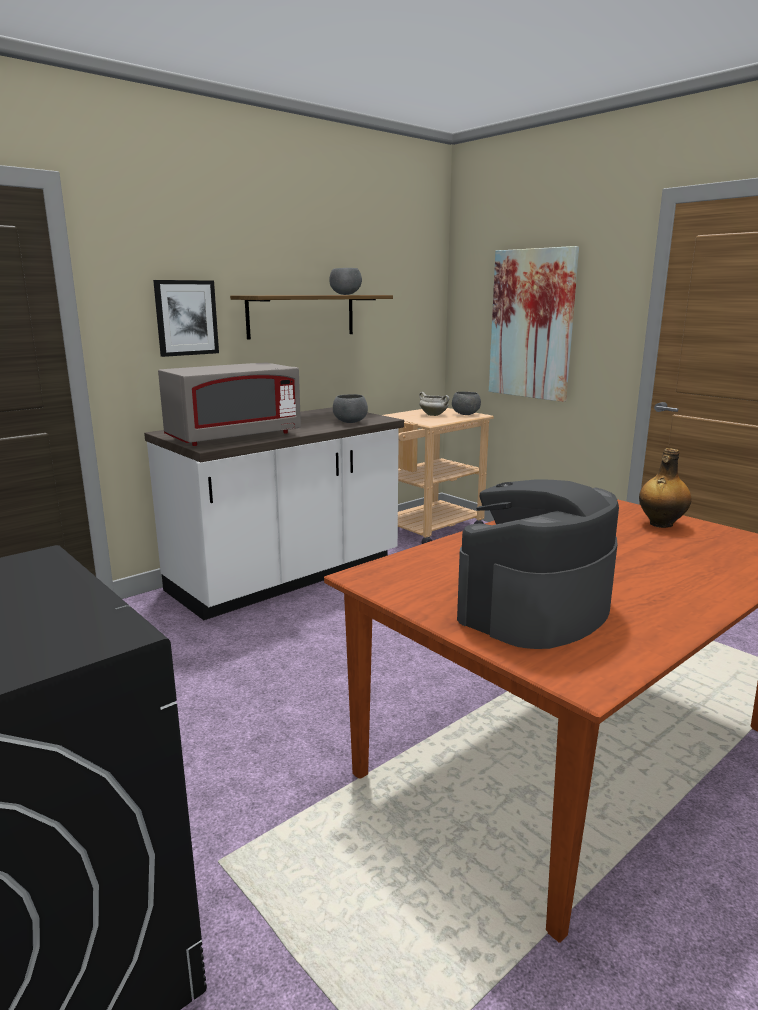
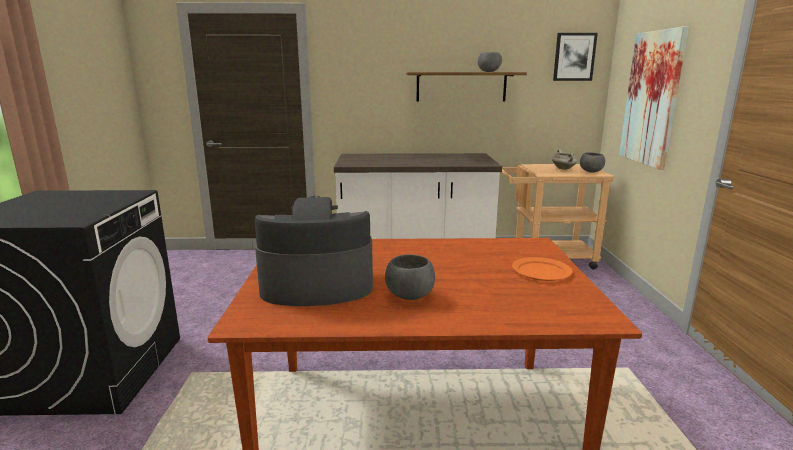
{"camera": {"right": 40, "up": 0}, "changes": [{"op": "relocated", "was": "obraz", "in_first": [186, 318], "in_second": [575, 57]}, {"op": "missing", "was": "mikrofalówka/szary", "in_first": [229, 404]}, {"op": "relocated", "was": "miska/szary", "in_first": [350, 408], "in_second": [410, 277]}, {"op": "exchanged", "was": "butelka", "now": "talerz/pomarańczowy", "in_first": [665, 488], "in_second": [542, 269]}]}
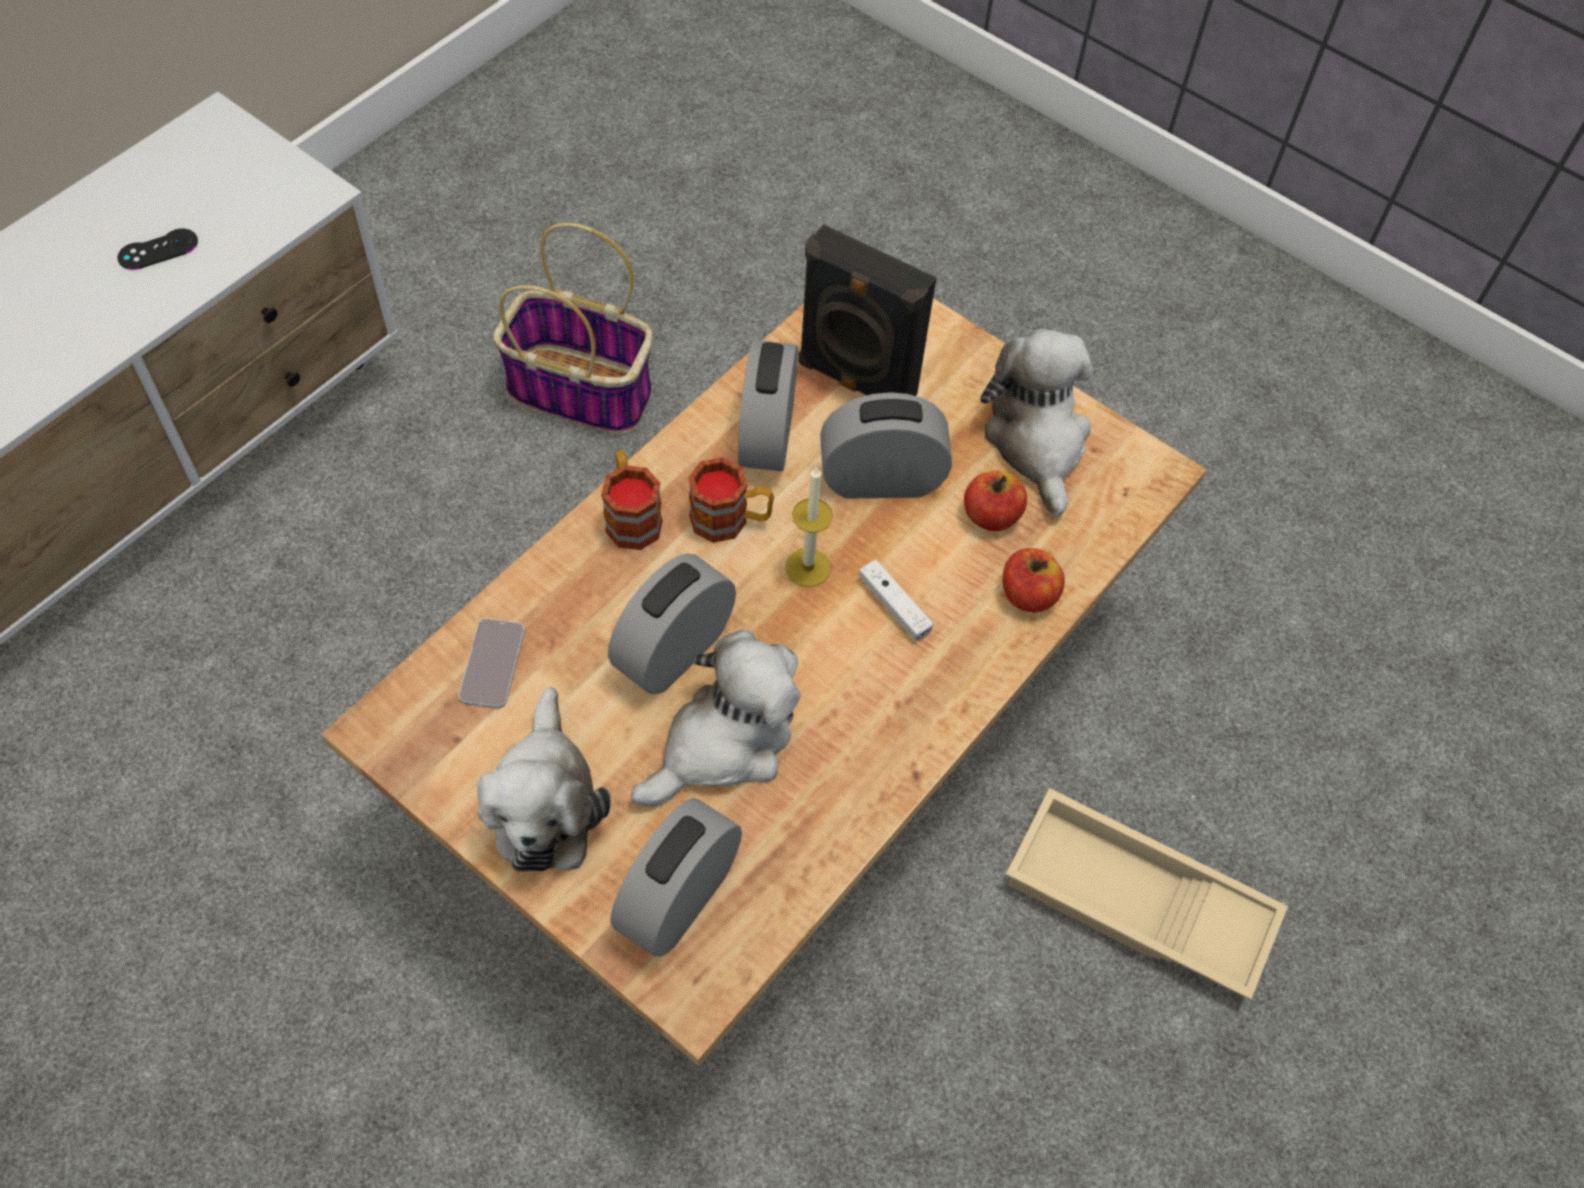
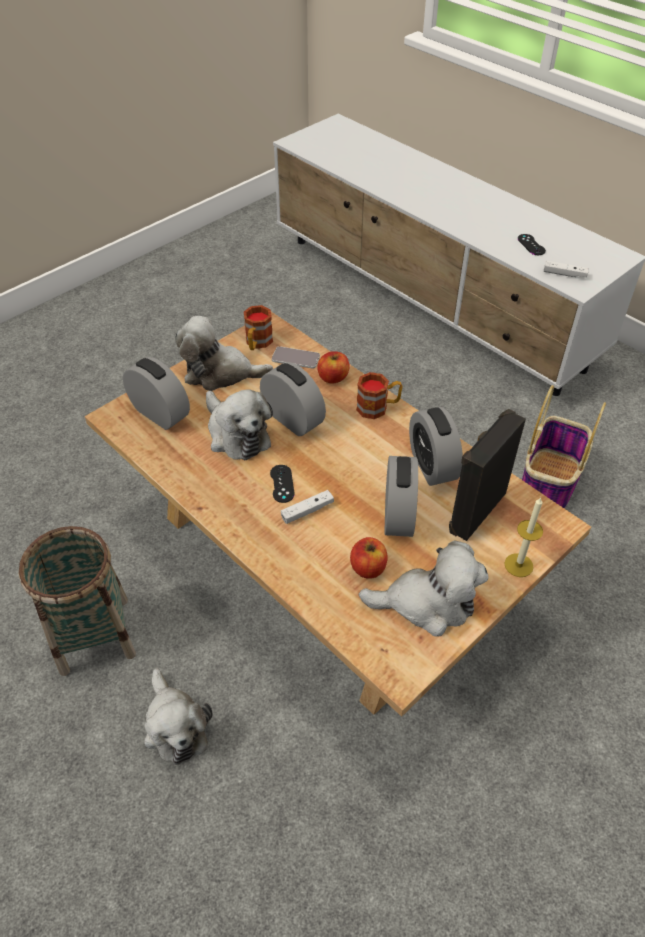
{"camera": {"right": 100, "up": -10}, "changes": [{"op": "relocated", "was": "kubek", "in_first": [731, 500], "in_second": [258, 327]}, {"op": "spun", "was": "budzik", "in_first": [768, 405], "in_second": [436, 446], "clockwise": -120}, {"op": "relocated", "was": "świeca", "in_first": [809, 526], "in_second": [523, 537]}, {"op": "relocated", "was": "jabłko", "in_first": [1033, 580], "in_second": [333, 367]}, {"op": "exchanged", "was": "taca/beżowy", "now": "pluszak", "in_first": [1147, 894], "in_second": [178, 716]}, {"op": "appeared", "now": "koszyk", "in_second": [77, 601]}, {"op": "appeared", "now": "pad do gier/czarny", "in_second": [282, 484]}, {"op": "appeared", "now": "pad do gier/biały", "in_second": [566, 269]}]}
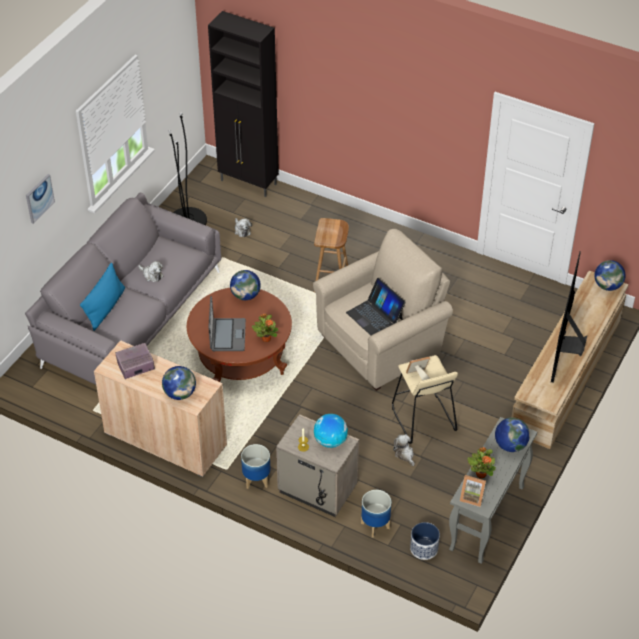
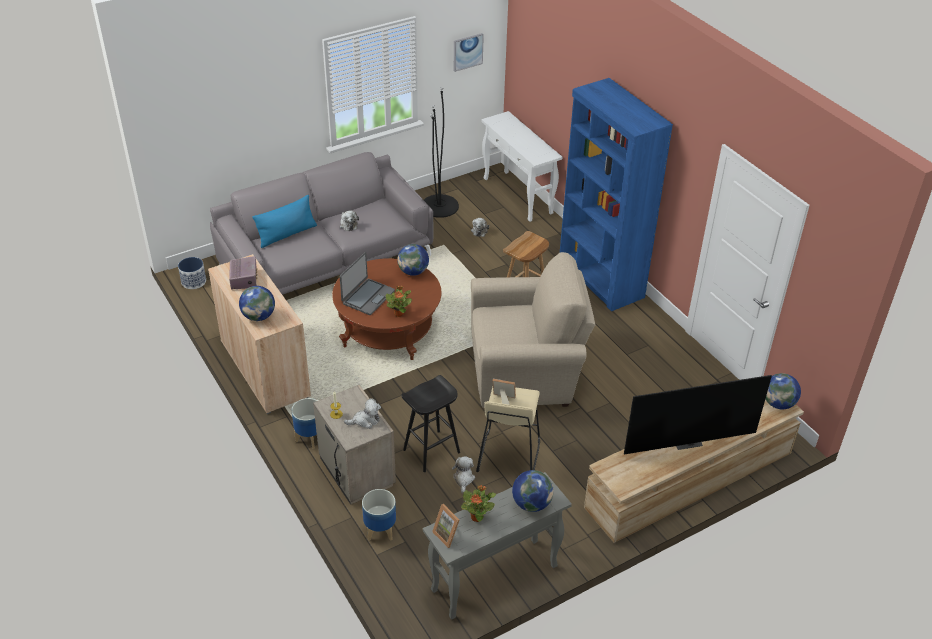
{"camera": {"right": 30, "up": -5}, "changes": [{"op": "relocated", "was": "obraz", "in_first": [40, 199], "in_second": [469, 52]}, {"op": "spun", "was": "radio", "in_first": [135, 361], "in_second": [243, 273], "clockwise": 75}, {"op": "exchanged", "was": "szafka/czarny", "now": "stolik konsolowy/biały", "in_first": [243, 104], "in_second": [521, 166]}, {"op": "exchanged", "was": "globus", "now": "pluszak", "in_first": [331, 431], "in_second": [362, 413]}, {"op": "missing", "was": "laptop", "in_first": [376, 306]}, {"op": "relocated", "was": "donica", "in_first": [425, 541], "in_second": [192, 273]}, {"op": "spun", "was": "telewizor", "in_first": [569, 317], "in_second": [698, 415], "clockwise": -150}, {"op": "appeared", "now": "stołek/czarny", "in_second": [430, 423]}, {"op": "appeared", "now": "regał/niebieski", "in_second": [616, 194]}]}
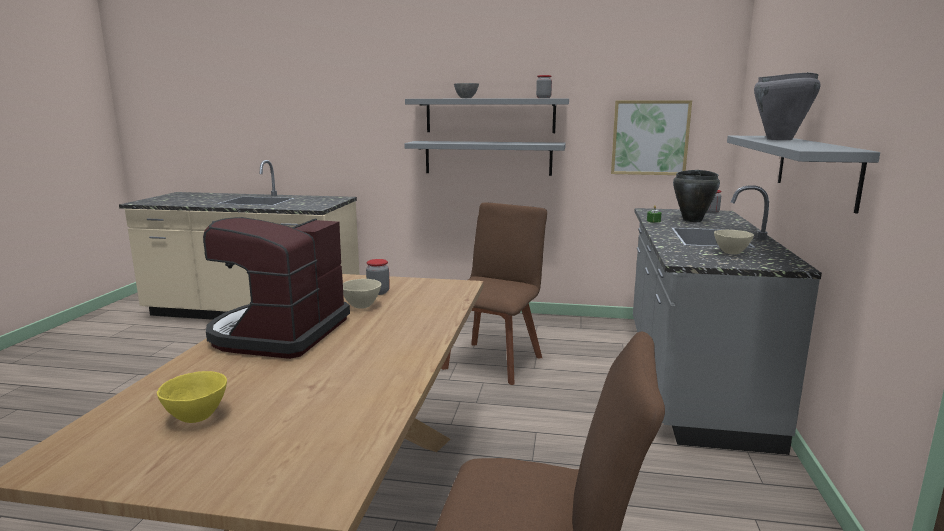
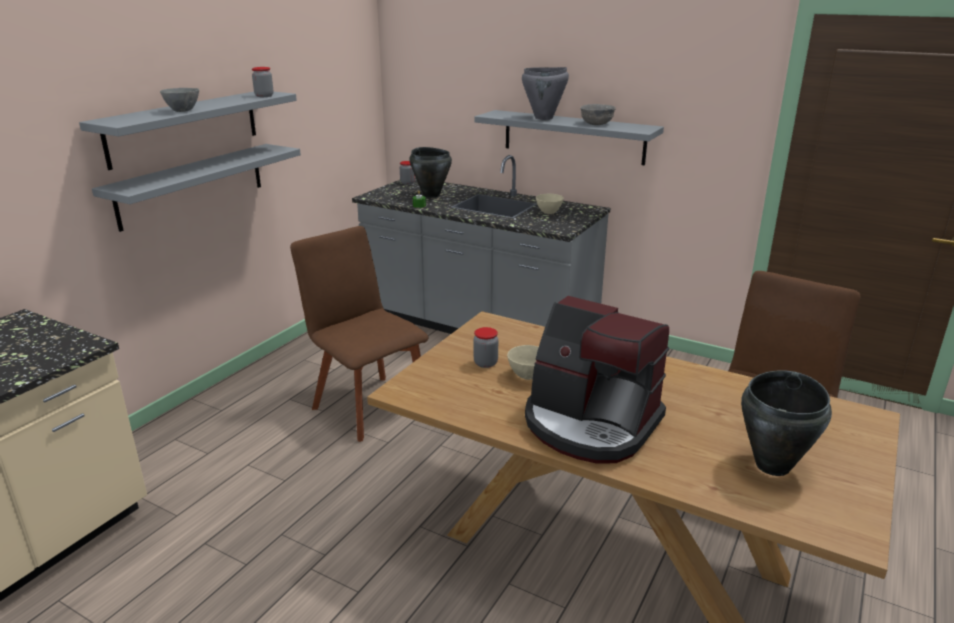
{"camera": {"right": -70, "up": 10}, "changes": [{"op": "exchanged", "was": "miska/żółty", "now": "garnek/czarny", "in_first": [192, 397], "in_second": [786, 423]}, {"op": "missing", "was": "obraz", "in_first": [651, 137]}, {"op": "appeared", "now": "miska/szary", "in_second": [598, 114]}]}
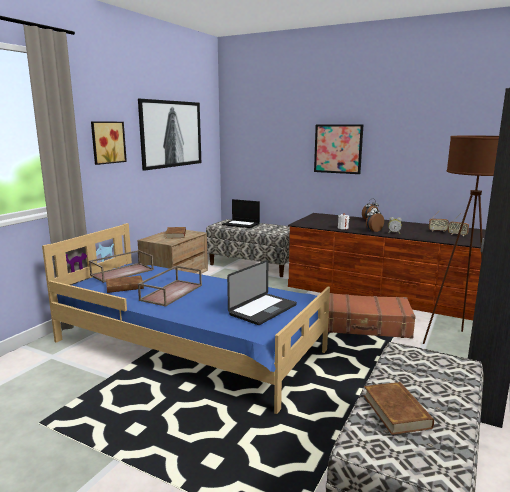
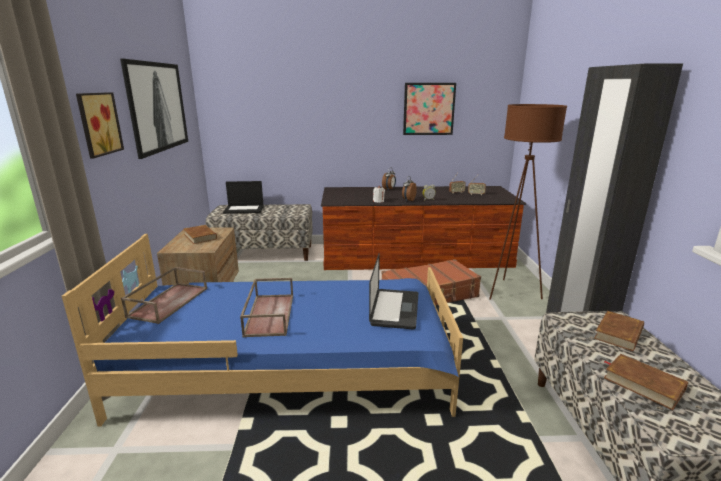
{"camera": {"right": -30, "up": 5}, "changes": [{"op": "relocated", "was": "książka/brązowy", "in_first": [125, 284], "in_second": [619, 331]}, {"op": "relocated", "was": "obraz", "in_first": [338, 149], "in_second": [429, 109]}]}
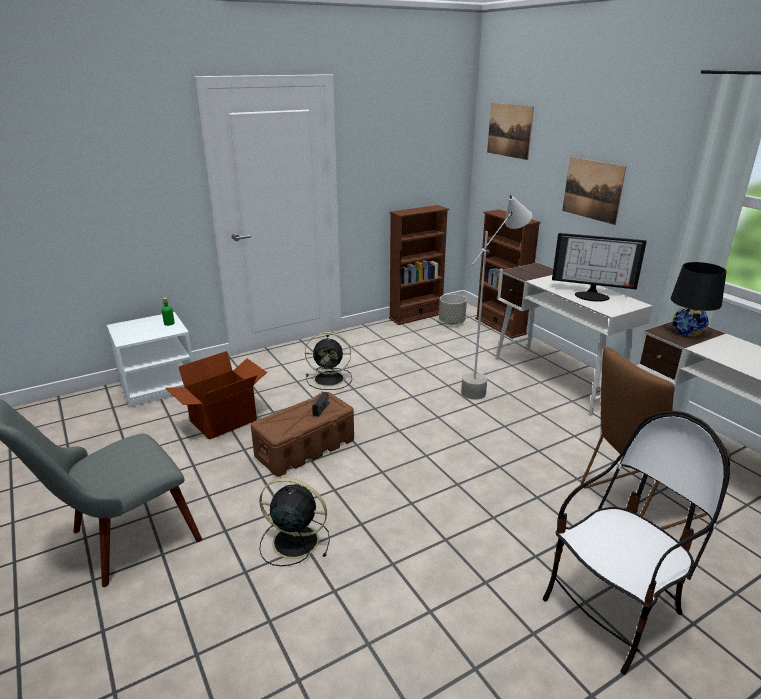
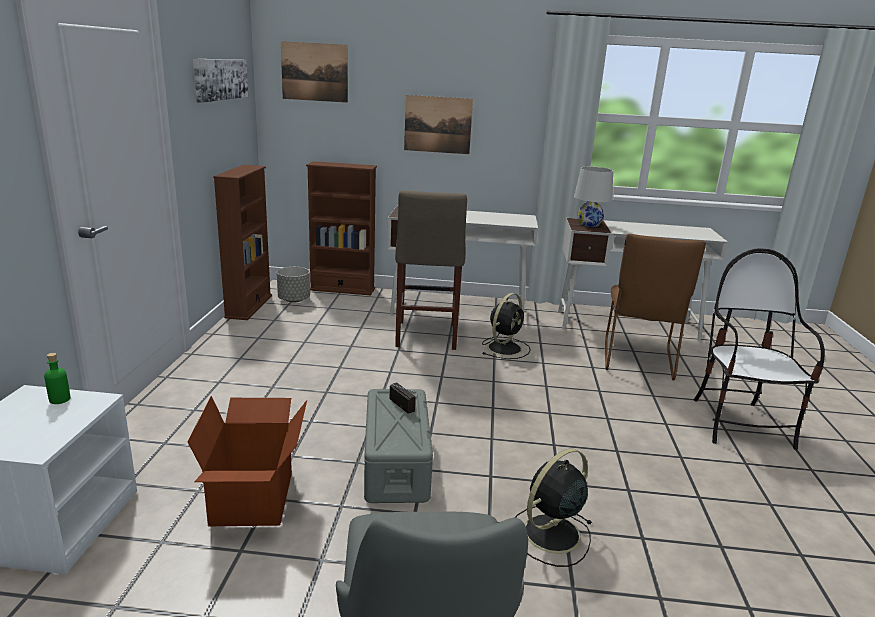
{"camera": {"right": -55, "up": -5}, "changes": [{"op": "colour", "was": "pojemnik do przechowywania/brązowy", "now": "pojemnik do przechowywania/szary", "in_first": [302, 434], "in_second": [398, 446]}, {"op": "relocated", "was": "wentylator/czarny", "in_first": [328, 361], "in_second": [506, 326]}, {"op": "exchanged", "was": "lampa stojąca/szary", "now": "stołek/beżowy", "in_first": [496, 297], "in_second": [431, 270]}, {"op": "missing", "was": "monitor", "in_first": [599, 267]}, {"op": "colour", "was": "lampa stołowa/czarny", "now": "lampa stołowa/biały", "in_first": [699, 299], "in_second": [593, 197]}, {"op": "appeared", "now": "obraz", "in_second": [220, 81]}]}
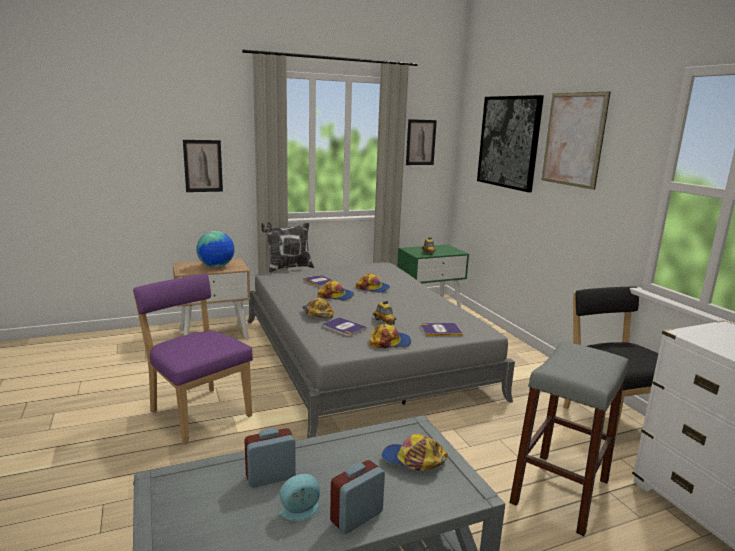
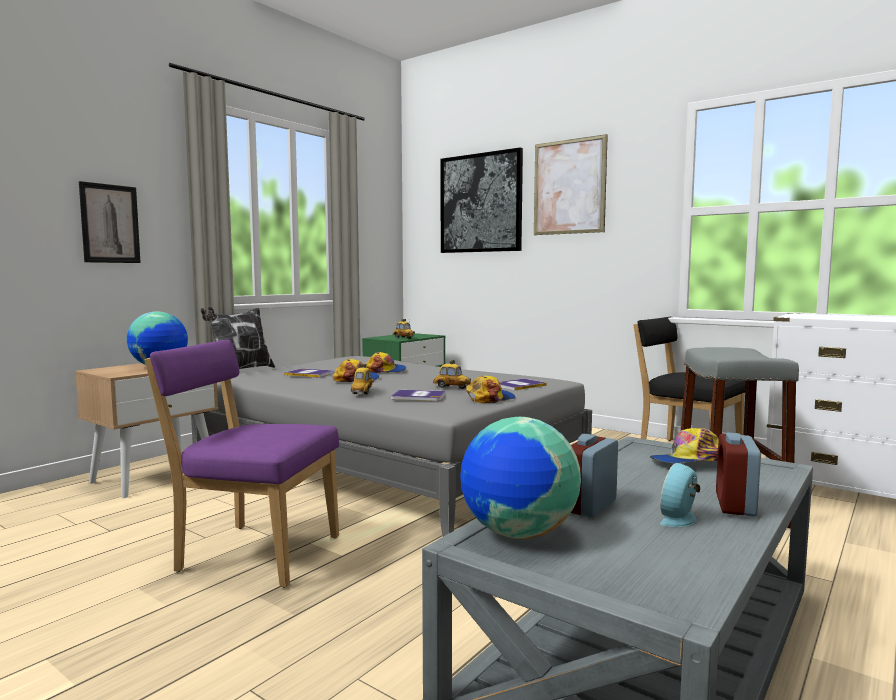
{"camera": {"right": -30, "up": -10}, "changes": [{"op": "exchanged", "was": "czapka z daszkiem", "now": "samochodzik", "in_first": [318, 308], "in_second": [362, 379]}, {"op": "missing", "was": "obraz", "in_first": [421, 142]}, {"op": "appeared", "now": "globus", "in_second": [520, 478]}]}
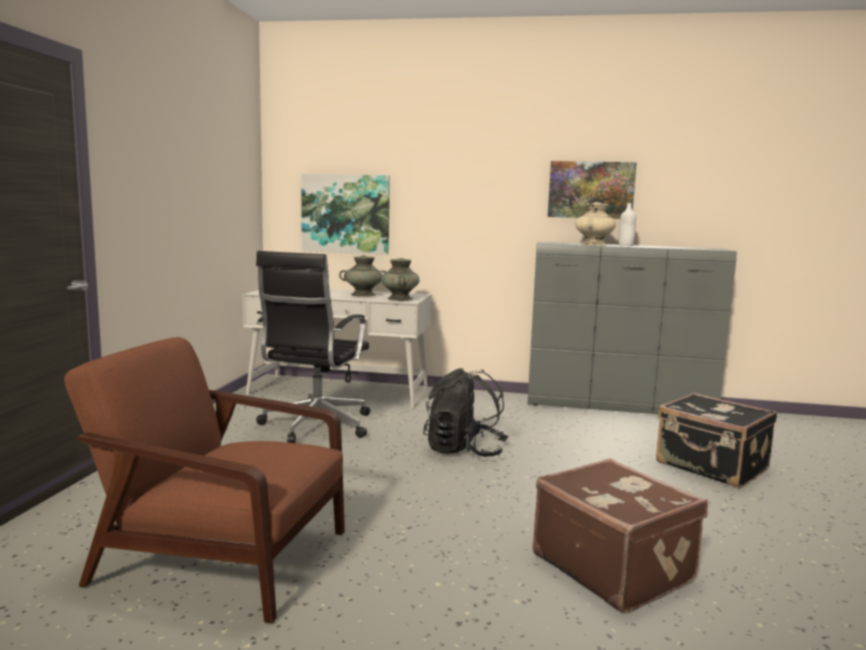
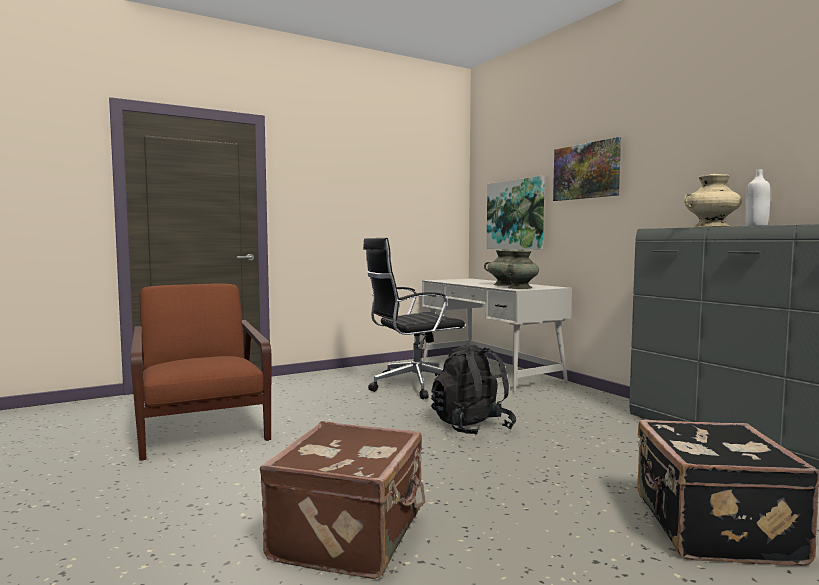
{"camera": {"right": 50, "up": -5}, "changes": [{"op": "relocated", "was": "obraz", "in_first": [592, 190], "in_second": [587, 169]}]}
